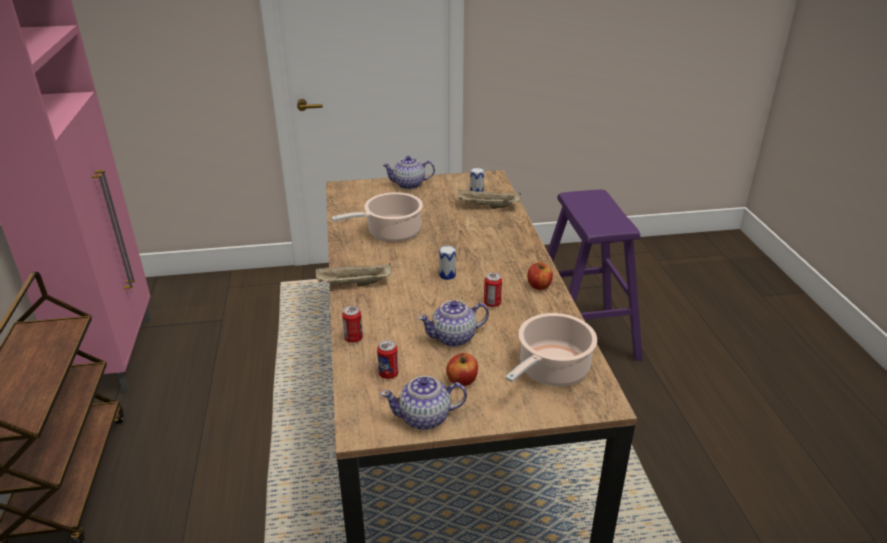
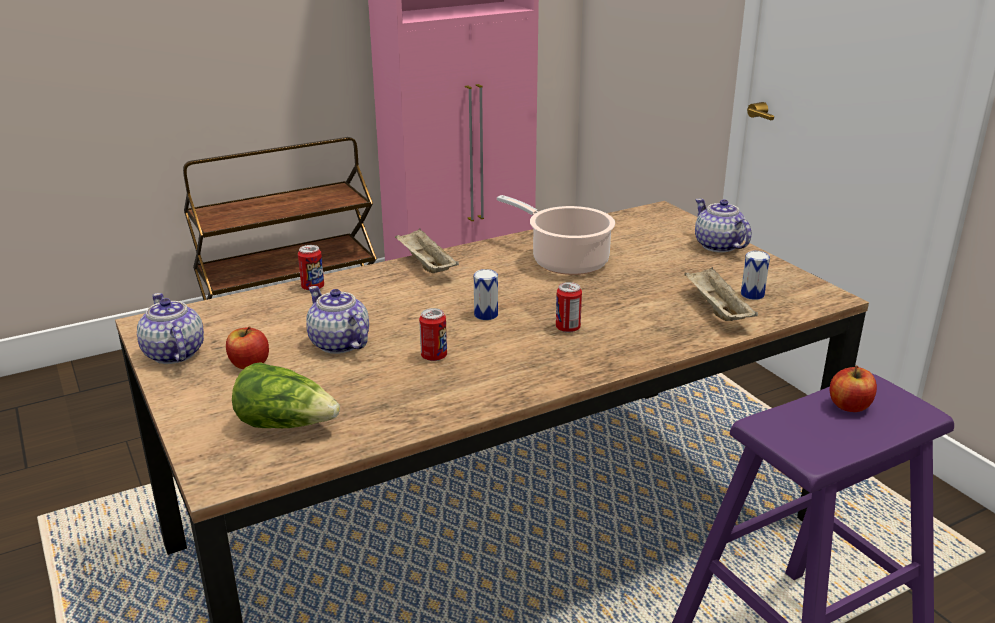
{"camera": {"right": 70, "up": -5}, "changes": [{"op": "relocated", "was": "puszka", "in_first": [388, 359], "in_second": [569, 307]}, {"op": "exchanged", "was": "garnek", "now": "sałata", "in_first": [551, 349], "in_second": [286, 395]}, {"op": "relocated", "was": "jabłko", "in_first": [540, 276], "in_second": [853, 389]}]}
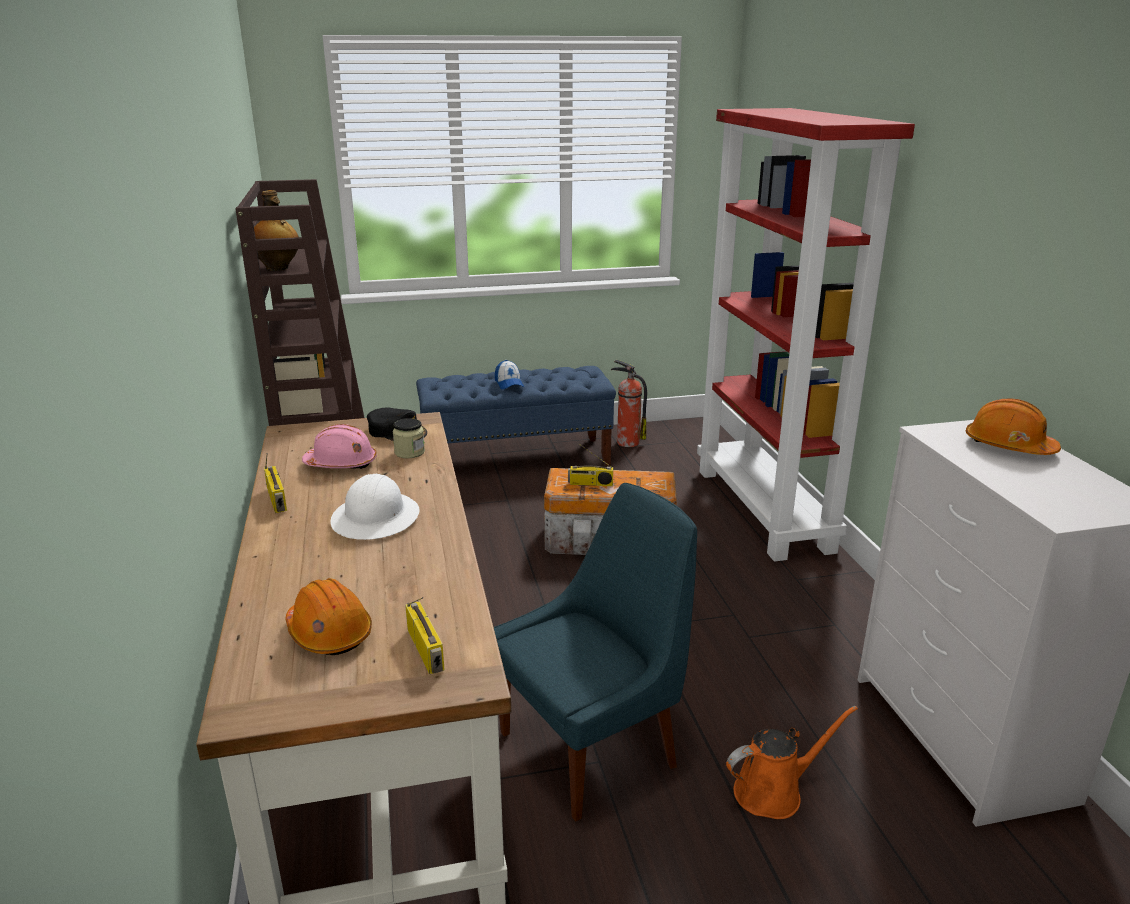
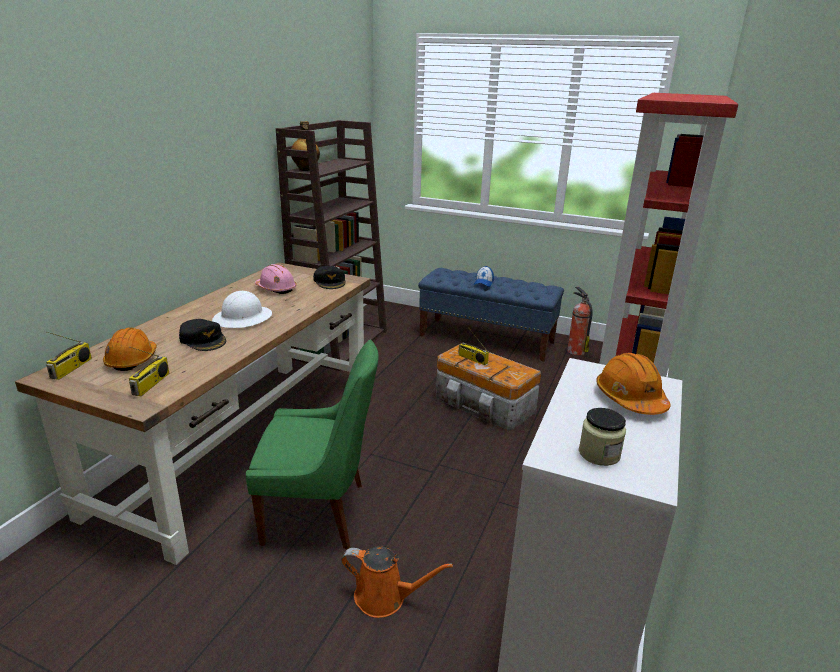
{"camera": {"right": 35, "up": 0}, "changes": [{"op": "relocated", "was": "radio", "in_first": [275, 483], "in_second": [69, 356]}, {"op": "relocated", "was": "słoik", "in_first": [409, 438], "in_second": [602, 437]}, {"op": "colour", "was": "krzesło/niebieski", "now": "krzesło/zielony", "in_first": [595, 652], "in_second": [312, 444]}, {"op": "appeared", "now": "czapka z daszkiem/czarny", "in_second": [202, 335]}]}
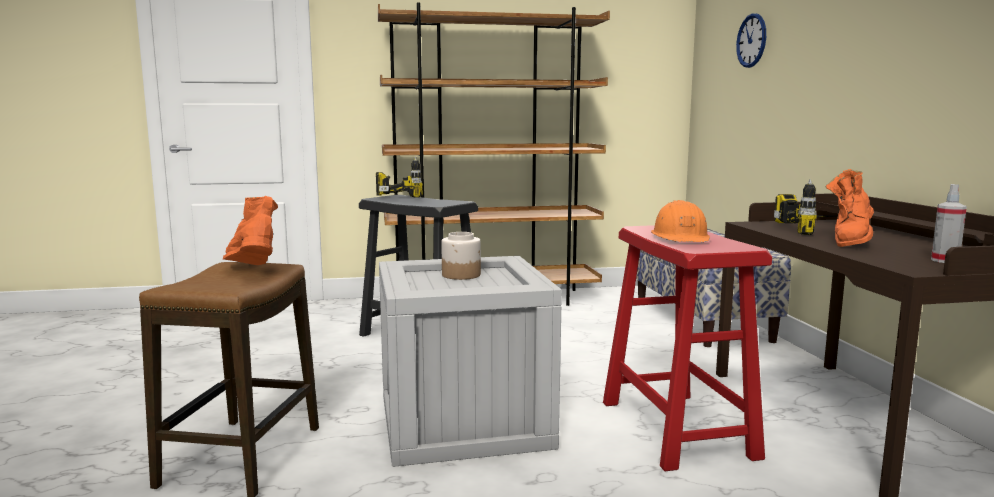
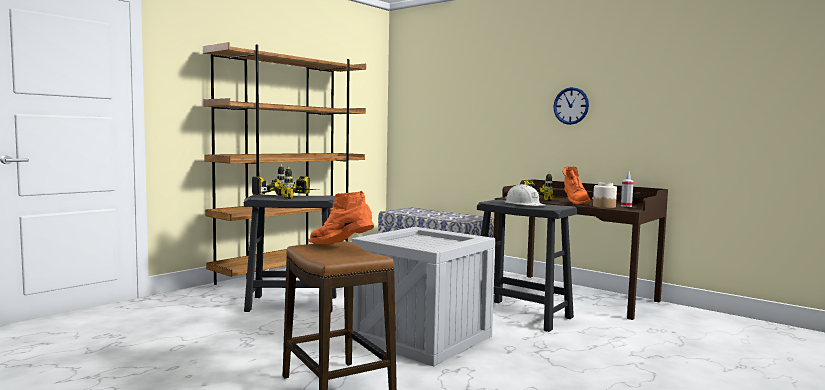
{"camera": {"right": -40, "up": -5}, "changes": [{"op": "relocated", "was": "słoik", "in_first": [461, 256], "in_second": [605, 195]}, {"op": "colour", "was": "stołek/czerwony", "now": "stołek/czarny", "in_first": [687, 348], "in_second": [527, 265]}, {"op": "colour", "was": "kask/pomarańczowy", "now": "kask/biały", "in_first": [680, 221], "in_second": [525, 195]}, {"op": "relocated", "was": "zegar ścienny", "in_first": [751, 41], "in_second": [571, 106]}, {"op": "appeared", "now": "wiertarka", "in_second": [300, 182]}]}
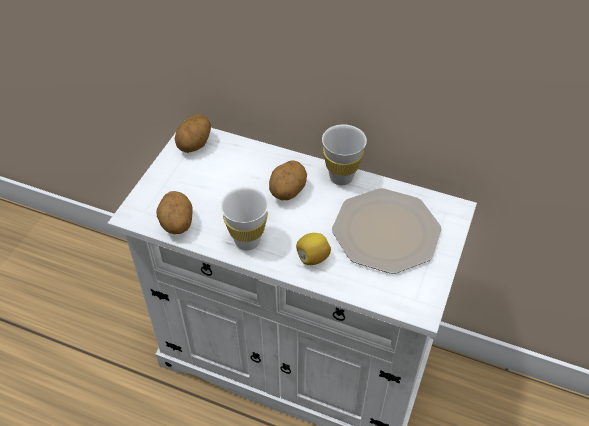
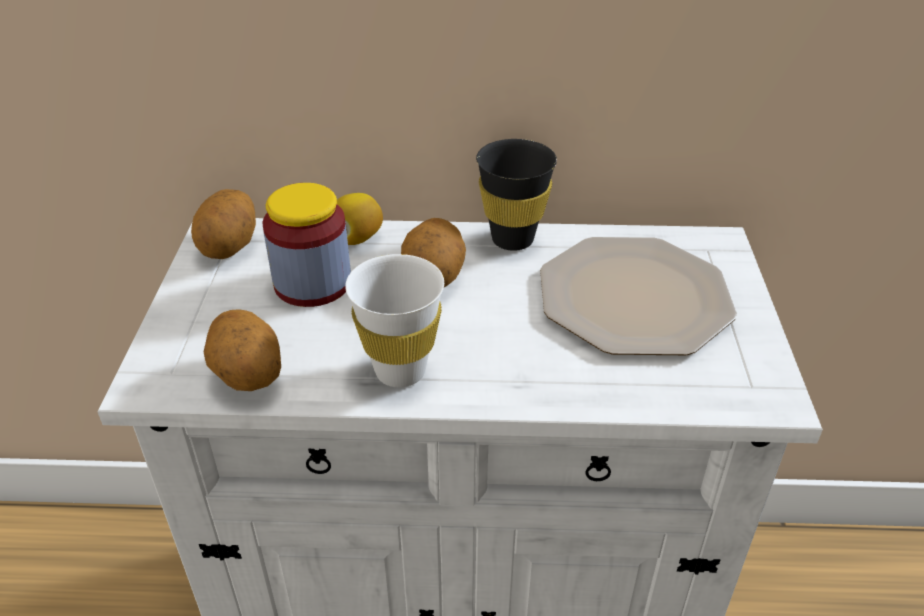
{"camera": {"right": -20, "up": -10}, "changes": [{"op": "relocated", "was": "cytryna", "in_first": [313, 249], "in_second": [360, 219]}, {"op": "colour", "was": "filiżanka/biały", "now": "filiżanka/czarny", "in_first": [344, 155], "in_second": [516, 195]}, {"op": "appeared", "now": "słoik", "in_second": [306, 245]}]}
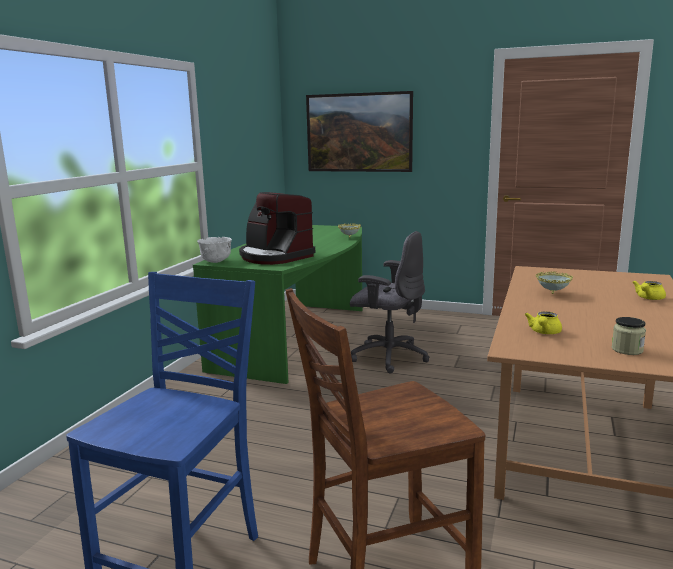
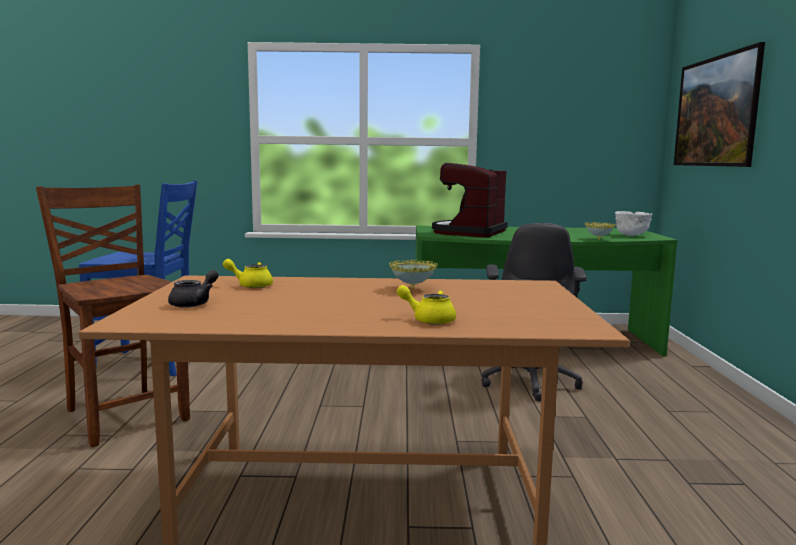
{"camera": {"right": 70, "up": -5}, "changes": [{"op": "relocated", "was": "miska/biały", "in_first": [214, 250], "in_second": [633, 223]}, {"op": "exchanged", "was": "słoik", "now": "imbryk/szary", "in_first": [629, 336], "in_second": [193, 289]}]}
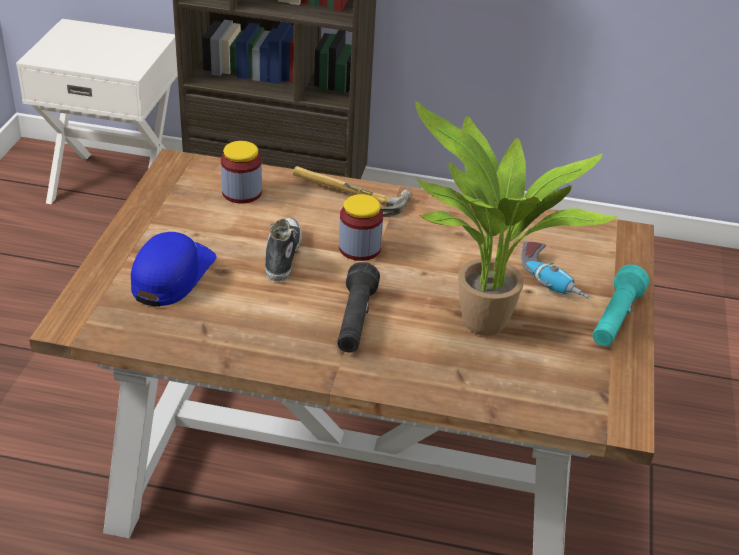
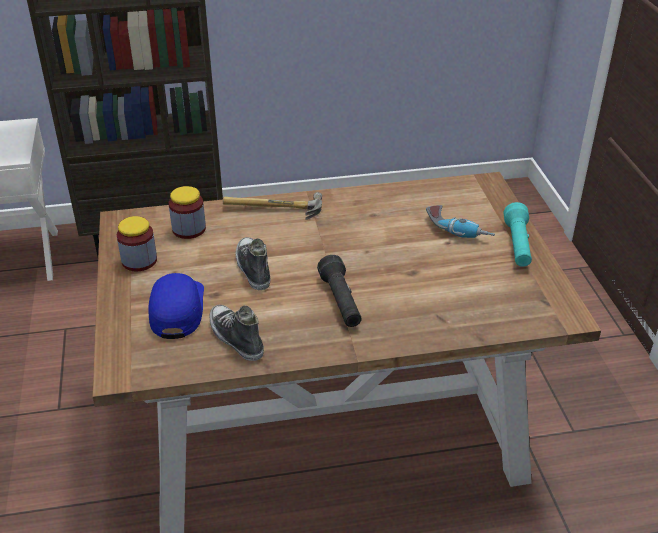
{"camera": {"right": -20, "up": 0}, "changes": [{"op": "relocated", "was": "słoik", "in_first": [361, 227], "in_second": [137, 243]}, {"op": "missing", "was": "roślina doniczkowa", "in_first": [516, 218]}, {"op": "appeared", "now": "but", "in_second": [237, 333]}]}
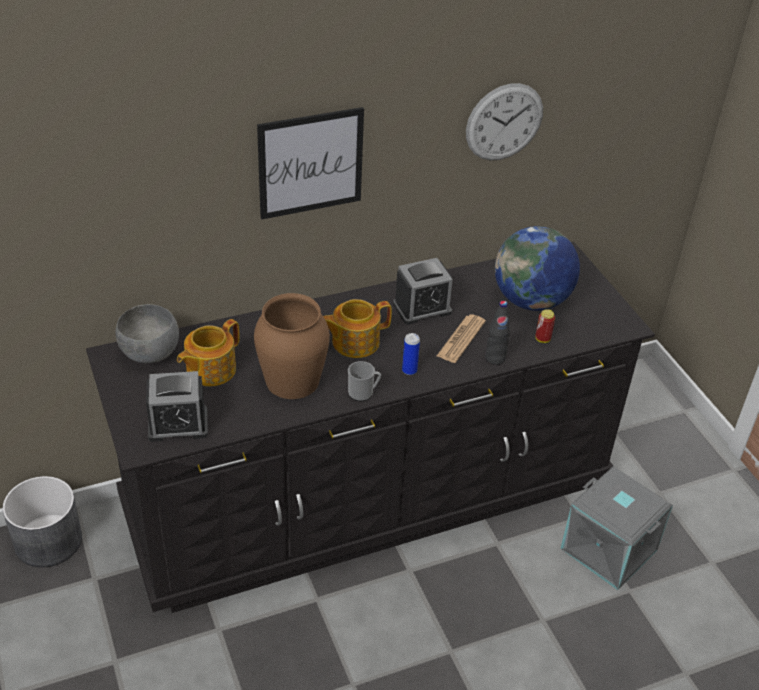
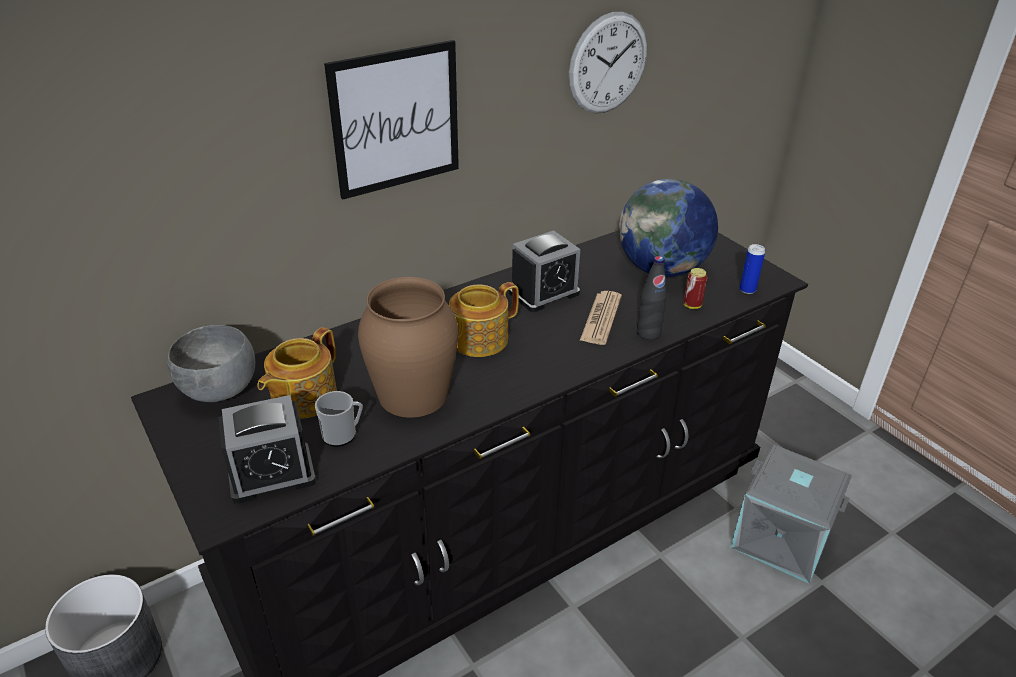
{"camera": {"right": -10, "up": -5}, "changes": [{"op": "relocated", "was": "kubek", "in_first": [364, 381], "in_second": [339, 419]}, {"op": "relocated", "was": "puszka", "in_first": [411, 354], "in_second": [752, 269]}]}
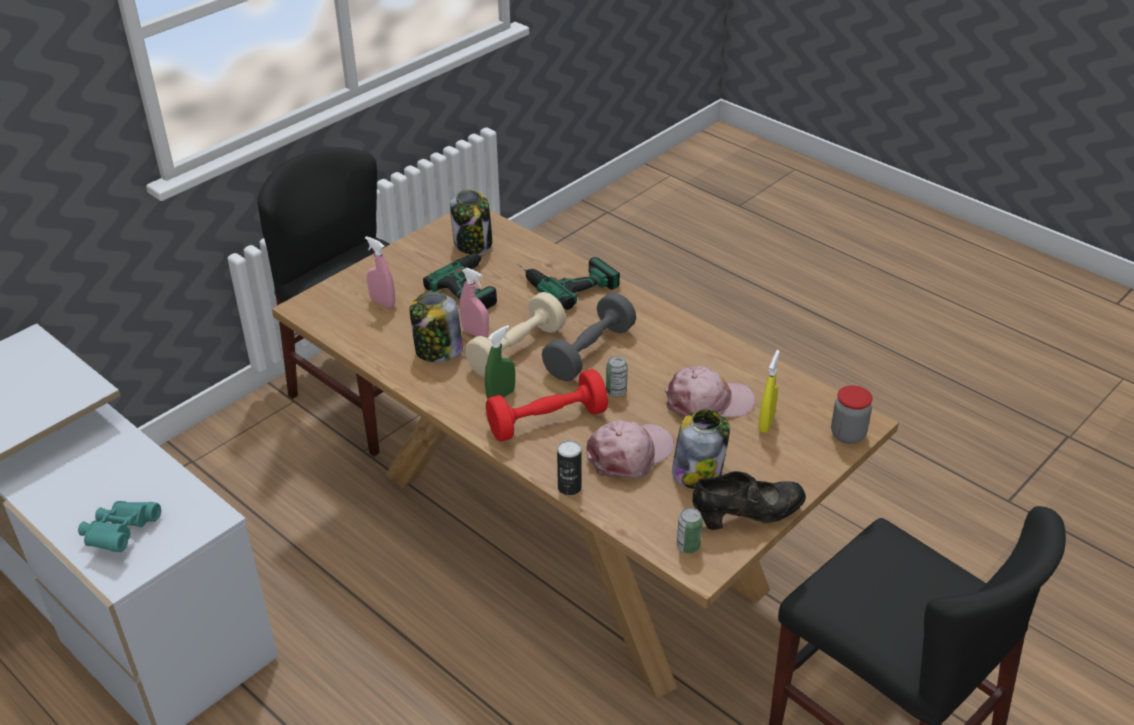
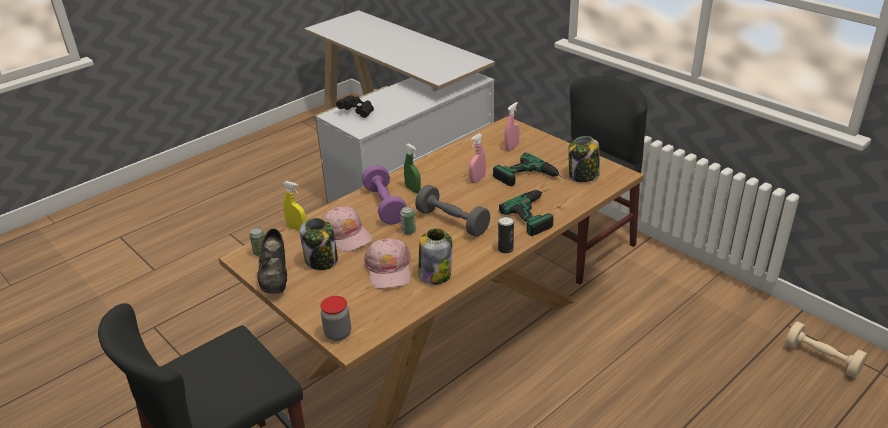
{"camera": {"right": 95, "up": -5}, "changes": [{"op": "colour", "was": "lornetka/turkusowy", "now": "lornetka/czarny", "in_first": [119, 526], "in_second": [355, 106]}, {"op": "relocated", "was": "słoik", "in_first": [436, 326], "in_second": [435, 257]}, {"op": "relocated", "was": "hantel/beżowy", "in_first": [515, 334], "in_second": [826, 350]}, {"op": "colour", "was": "hantel/czerwony", "now": "hantel/fioletowy", "in_first": [547, 405], "in_second": [384, 195]}, {"op": "relocated", "was": "puszka", "in_first": [569, 467], "in_second": [506, 234]}, {"op": "relocated", "was": "spryskiwacz/żółty", "in_first": [769, 391], "in_second": [294, 206]}]}
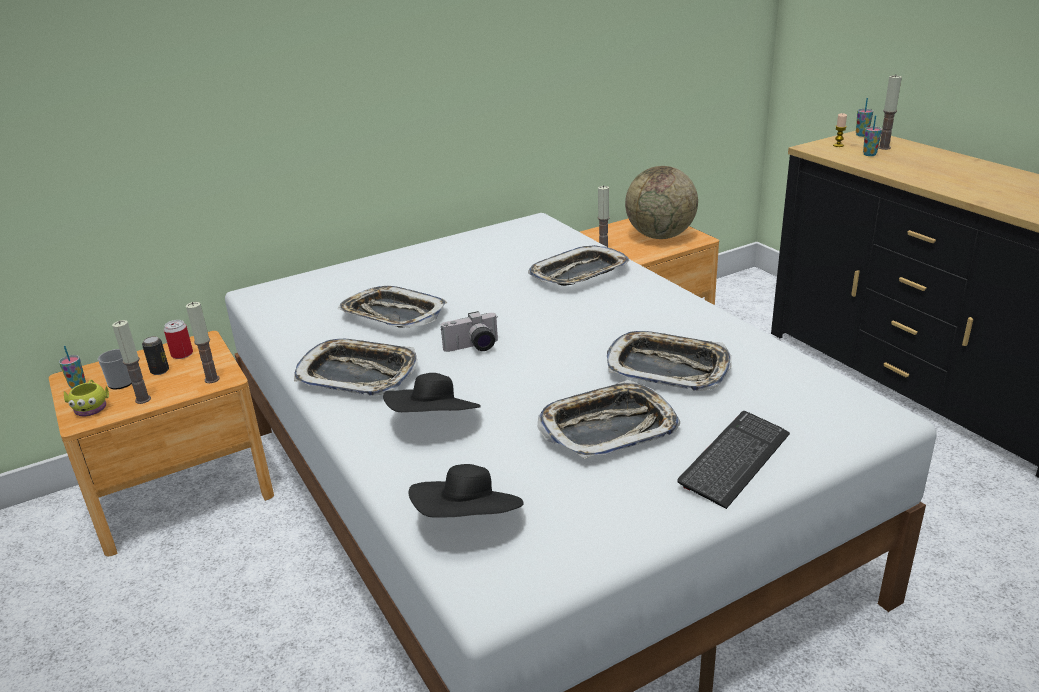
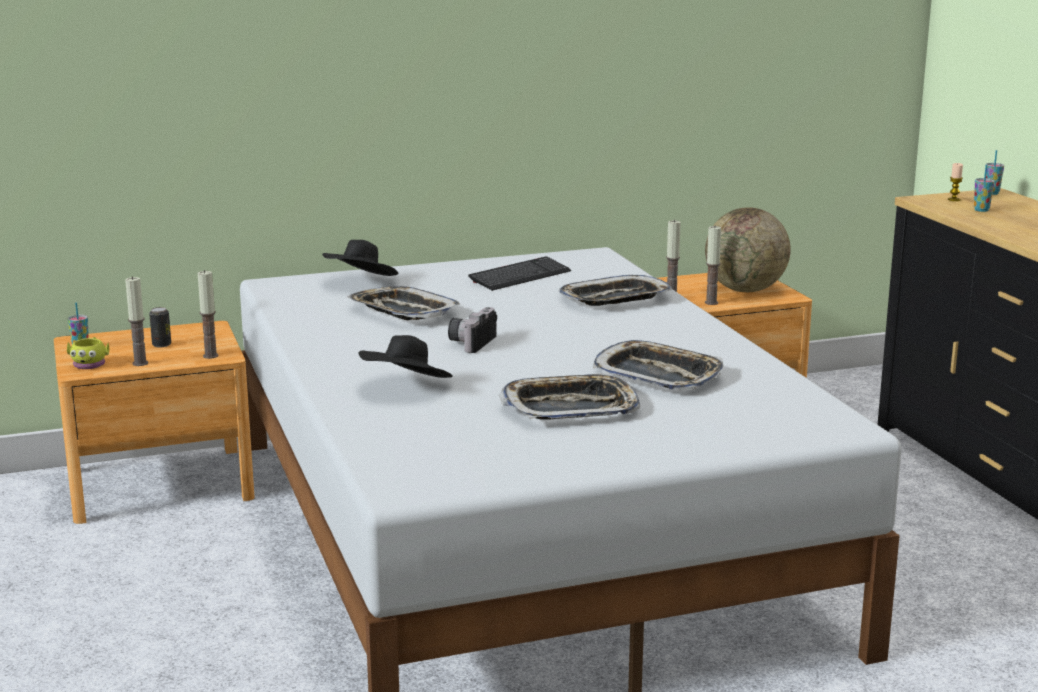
{"camera": {"right": 10, "up": -10}, "changes": [{"op": "missing", "was": "kubek", "in_first": [115, 369]}, {"op": "missing", "was": "puszka", "in_first": [178, 339]}, {"op": "missing", "was": "taca", "in_first": [355, 367]}, {"op": "relocated", "was": "kapelusz/czarny", "in_first": [466, 491], "in_second": [360, 258]}, {"op": "spun", "was": "aparat fotograficzny", "in_first": [469, 331], "in_second": [472, 330], "clockwise": 120}, {"op": "relocated", "was": "klawiatura", "in_first": [733, 460], "in_second": [519, 274]}, {"op": "relocated", "was": "świeca", "in_first": [890, 112], "in_second": [713, 265]}]}
